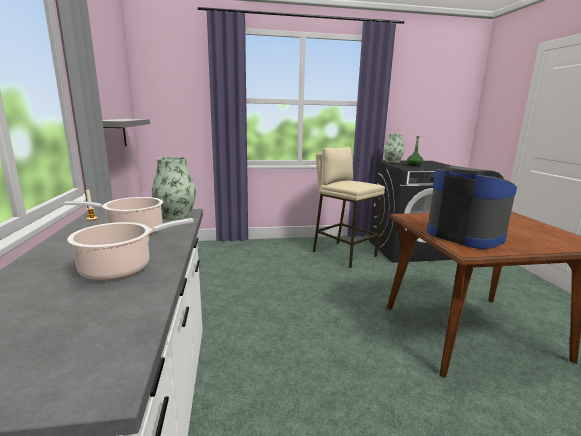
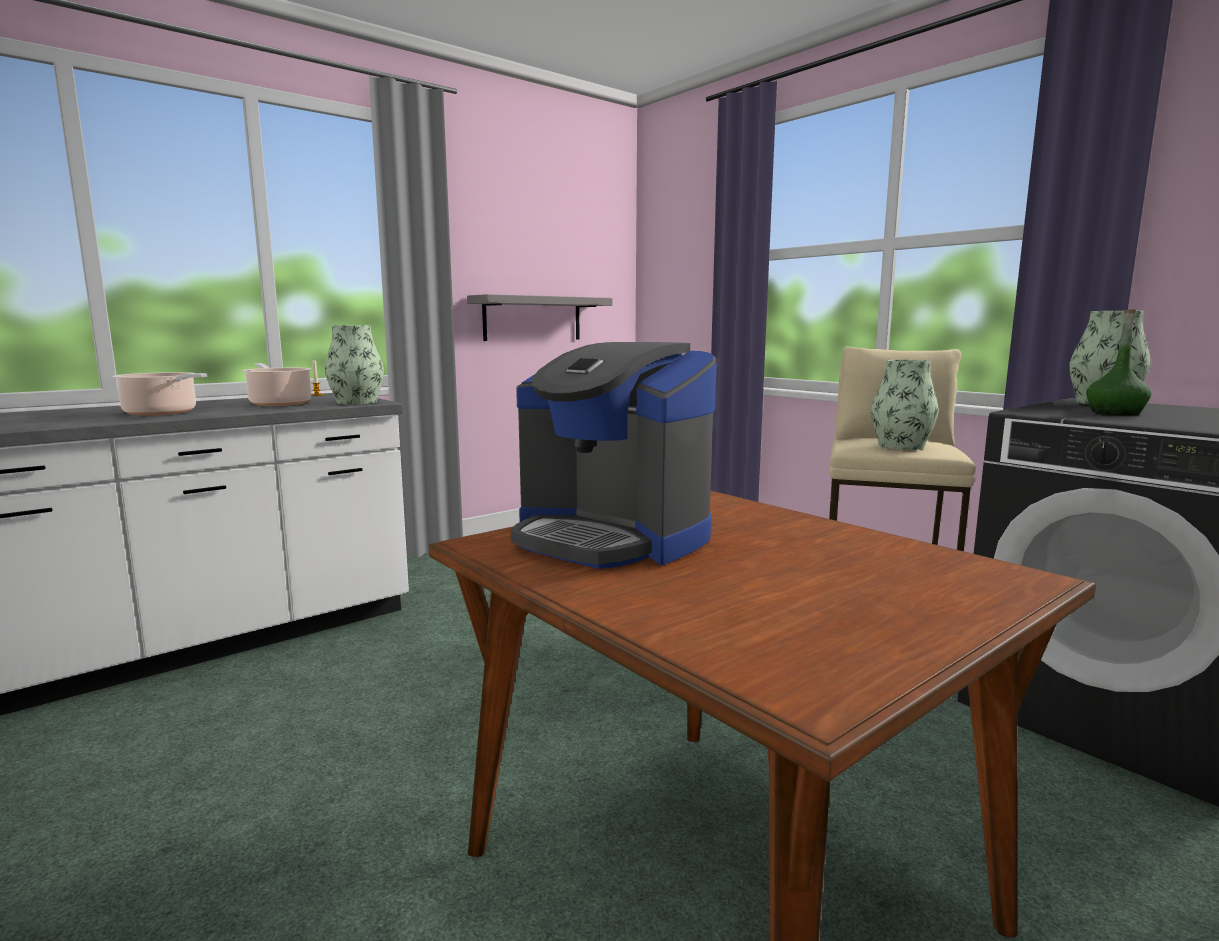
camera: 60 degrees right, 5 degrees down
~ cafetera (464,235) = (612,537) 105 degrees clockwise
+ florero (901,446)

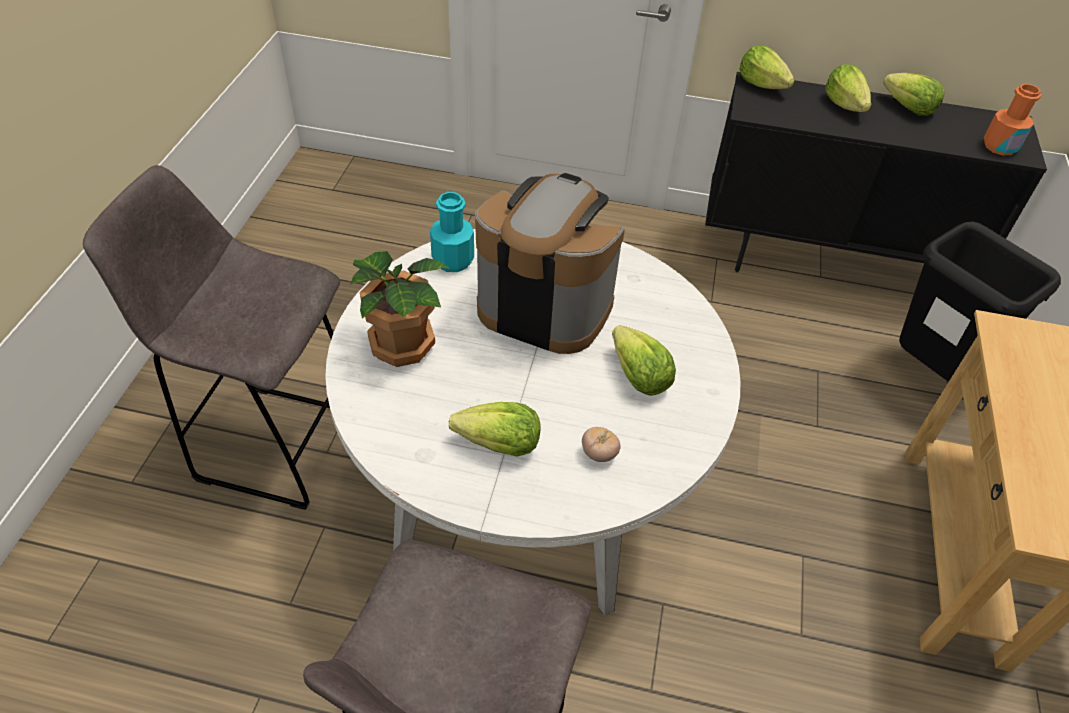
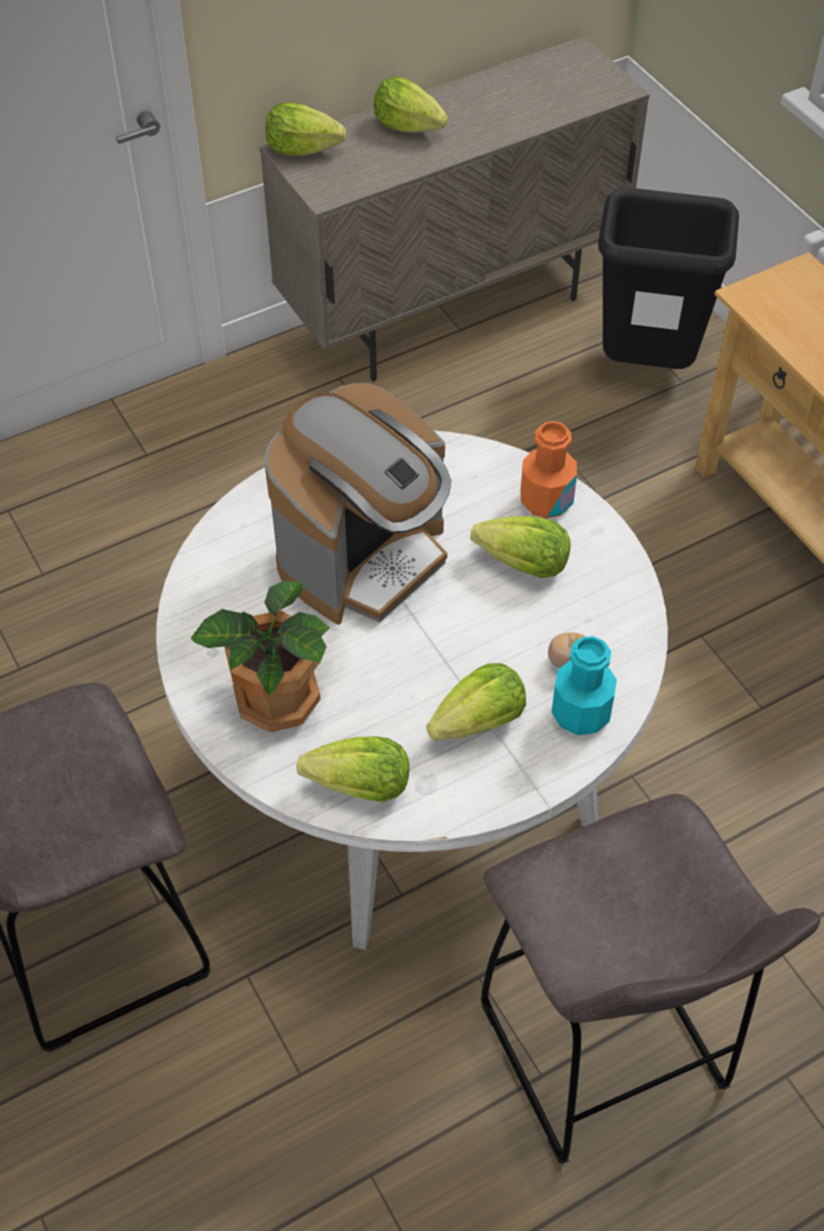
camera: 40 degrees left, 5 degrees up
~ armario (negro) (826,264) to armario (beis) (452,311)
~ cafetera (544,307) = (364,558) 150 degrees clockwise
~ lechuga (908,109) to (361,787)
~ botella (naranja) (999,146) to (546,500)
~ botella (turquesa) (453,260) to (580,713)

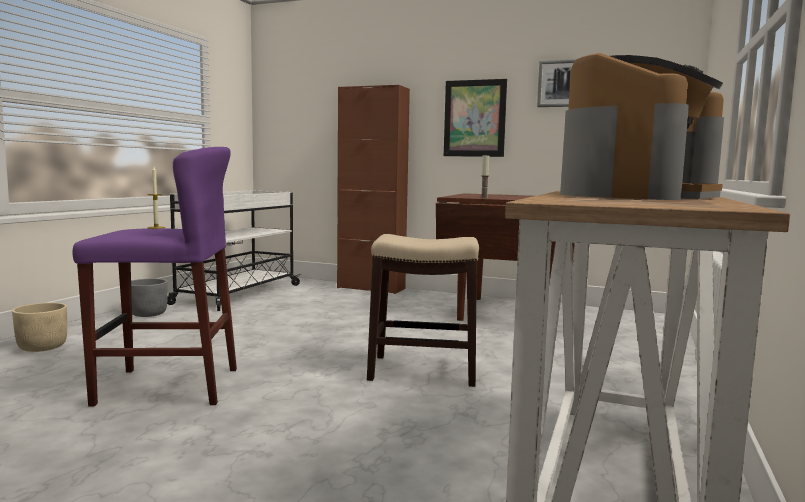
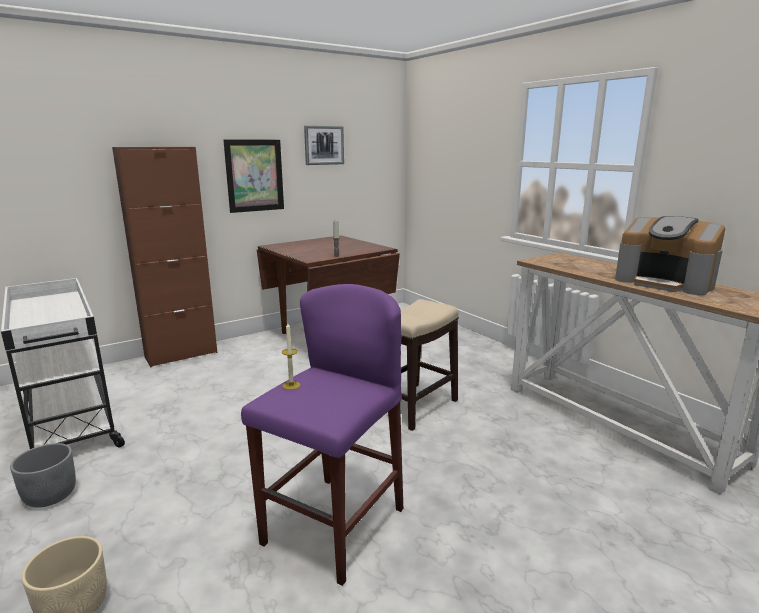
camera: 55 degrees left, 10 degrees up
~ cafetera (638,195) = (665,282) 150 degrees clockwise

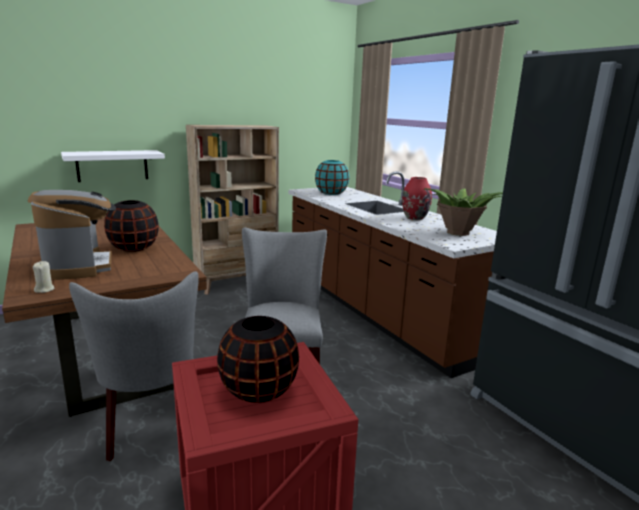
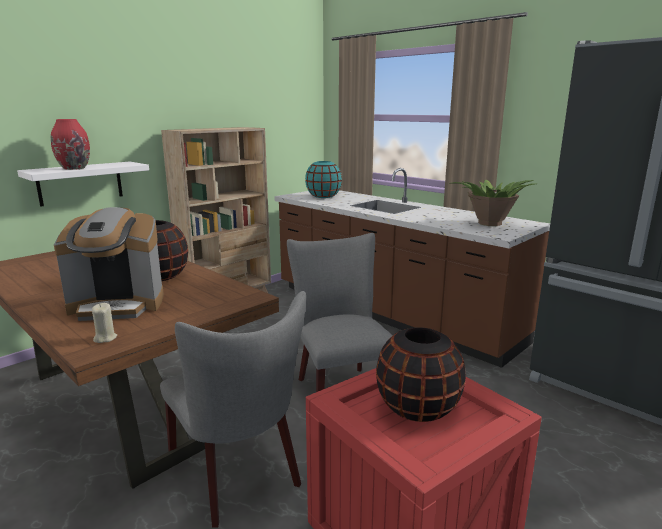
camera: 15 degrees left, 0 degrees up
~ florero (rojo) (414,218) to (74,168)
~ cafetera (80,266) = (118,305) 120 degrees clockwise

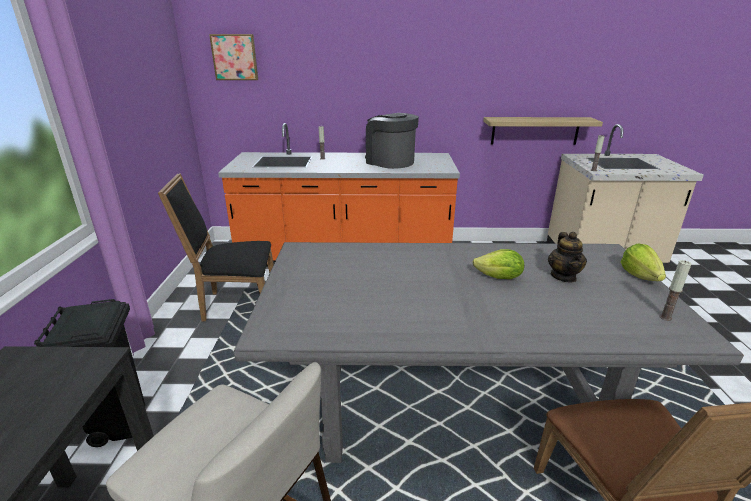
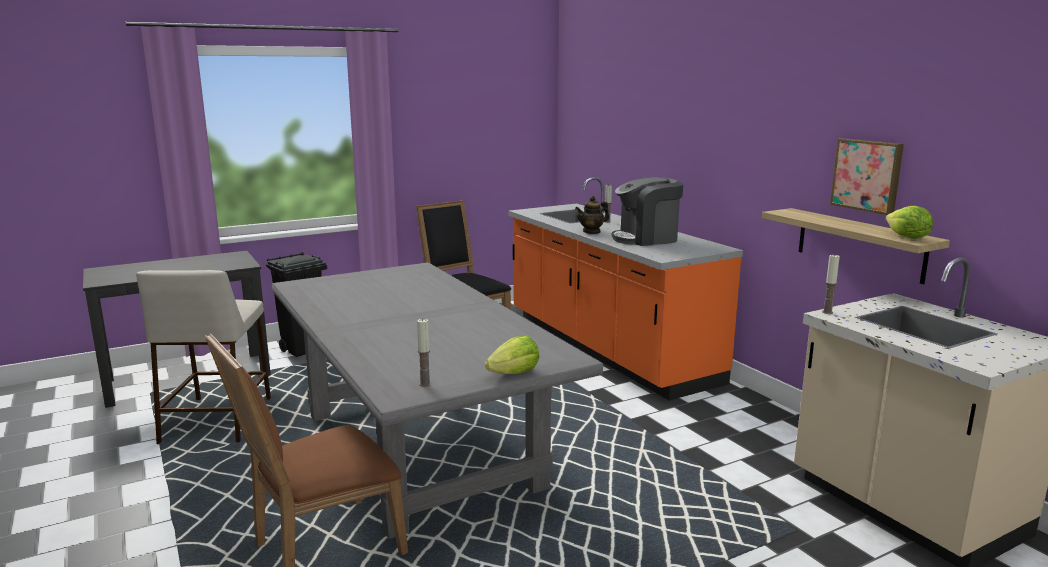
camera: 60 degrees right, 10 degrees down
~ tetera (563,276) to (592,232)
~ cafetera (390,162) = (646,239) 120 degrees counterclockwise
~ cuadro (235,57) to (867,175)
~ lechuga (499,278) to (907,238)

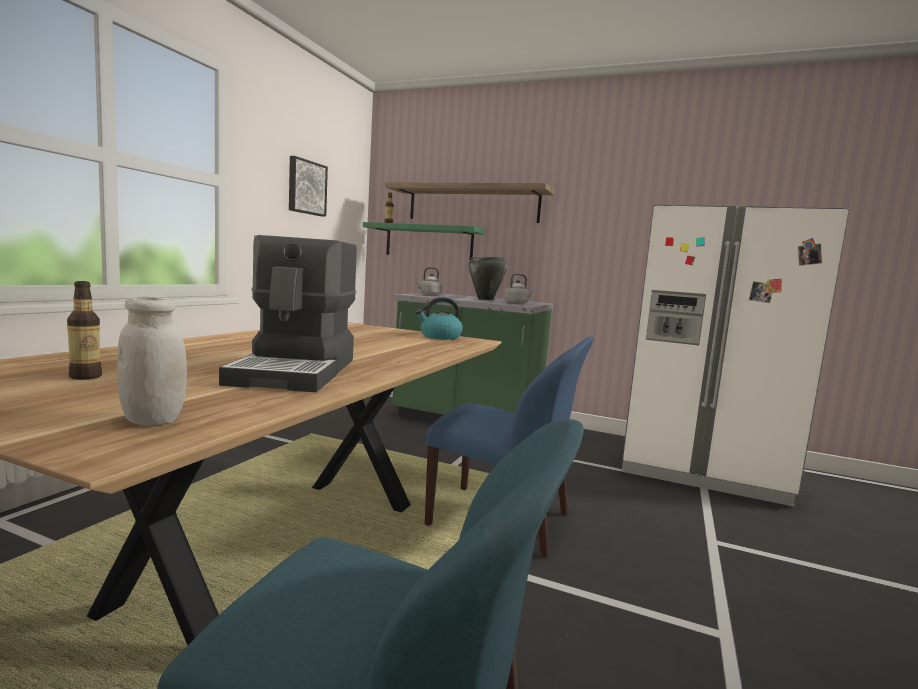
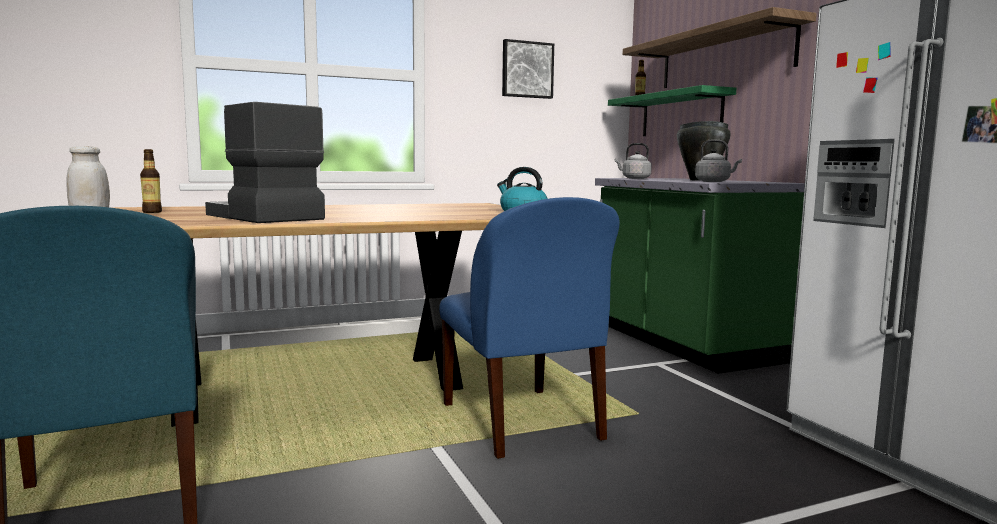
camera: 45 degrees right, 0 degrees up
~ cafetera (298,371) = (263,217) 90 degrees clockwise

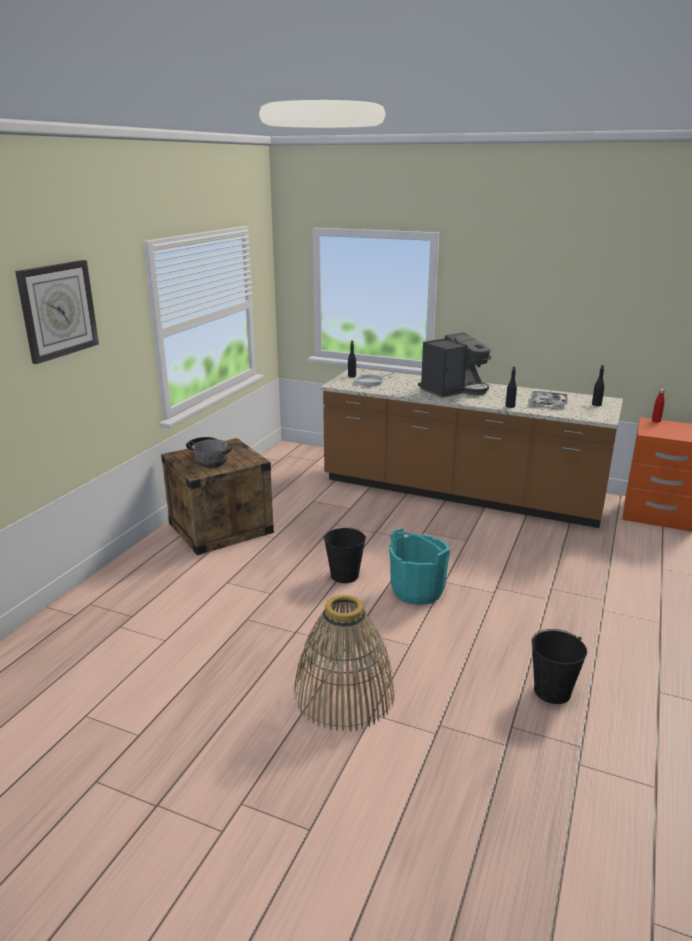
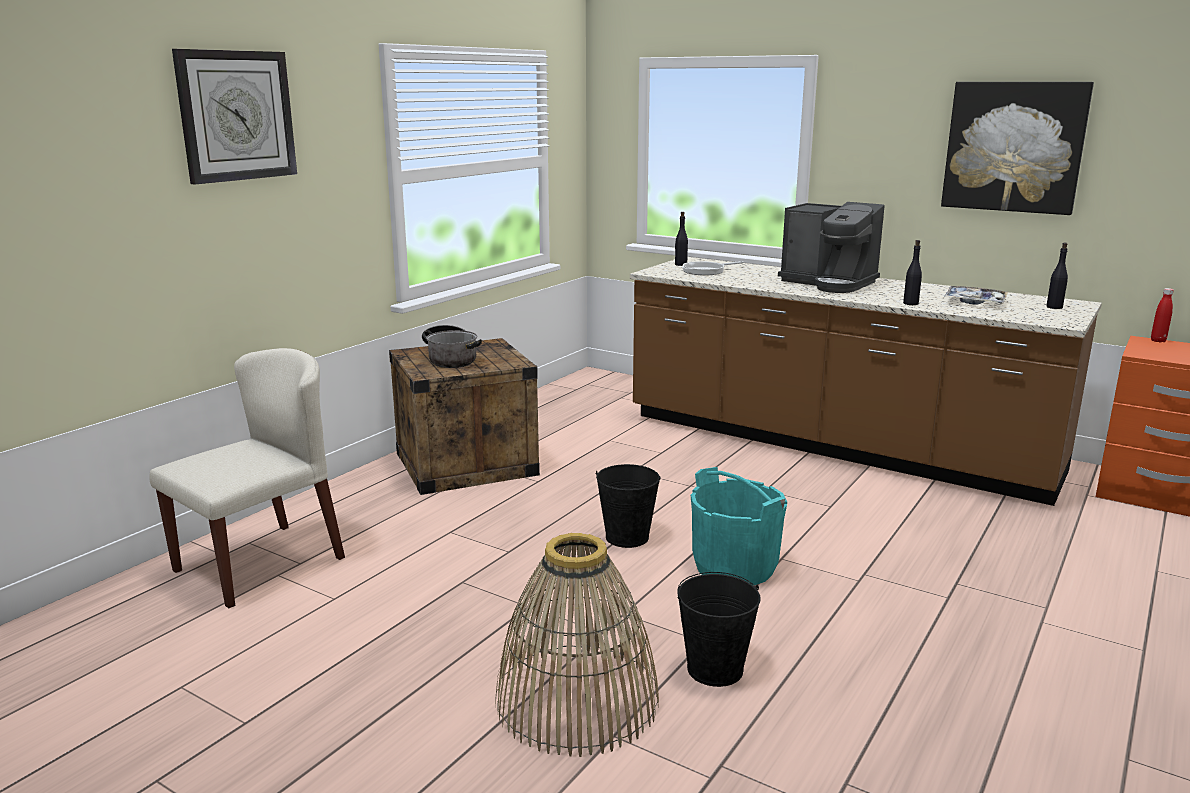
camera: 10 degrees right, 5 degrees down
+ silla (beis) (260,563)
~ cubo (negro) (552,691) to (715,669)
~ cafetera (454,389) = (829,283) 60 degrees clockwise
+ cuadro (1014,147)

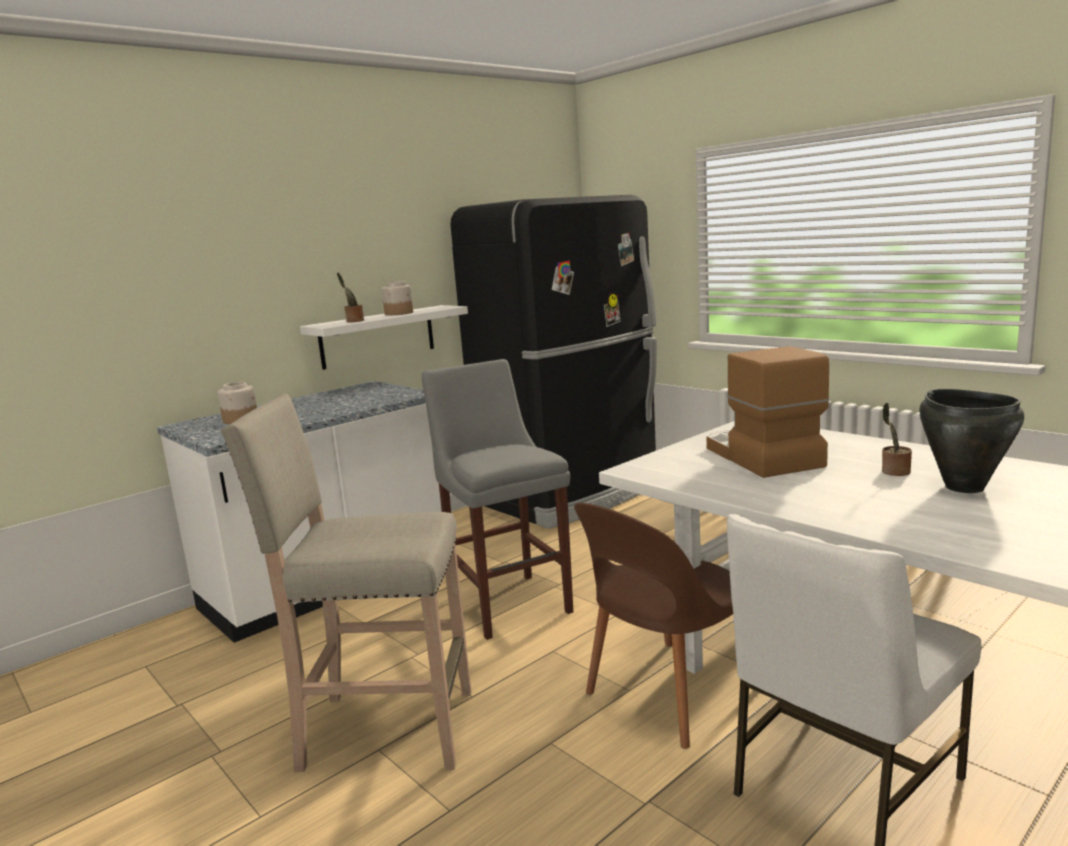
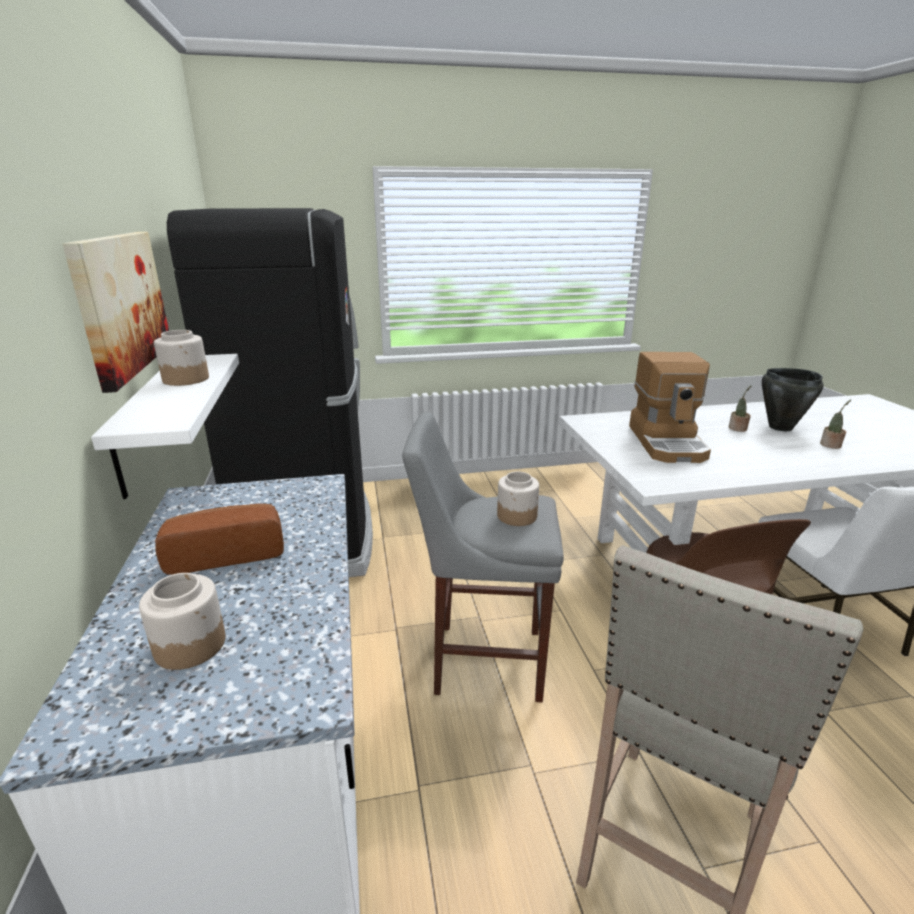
camera: 60 degrees left, 10 degrees up
+ cuadro (121,303)
+ pan (227,553)
+ tarro (517,516)
~ cafetera (760,457) = (668,443) 105 degrees counterclockwise
~ planta en maceta (353,321) to (831,445)

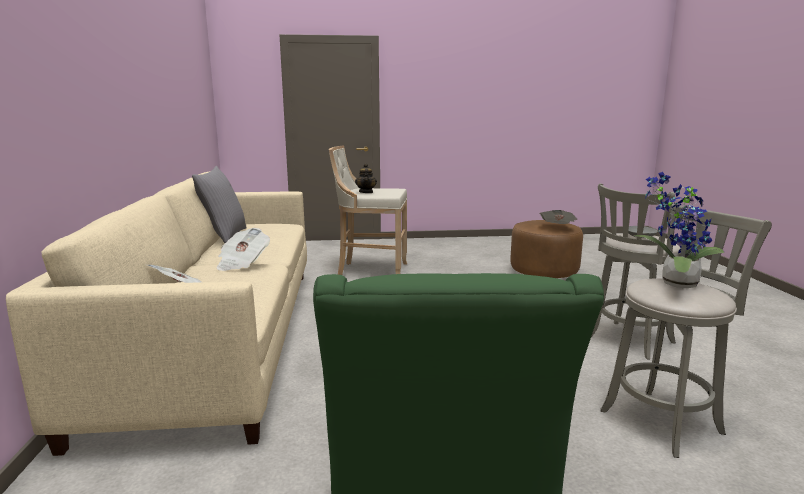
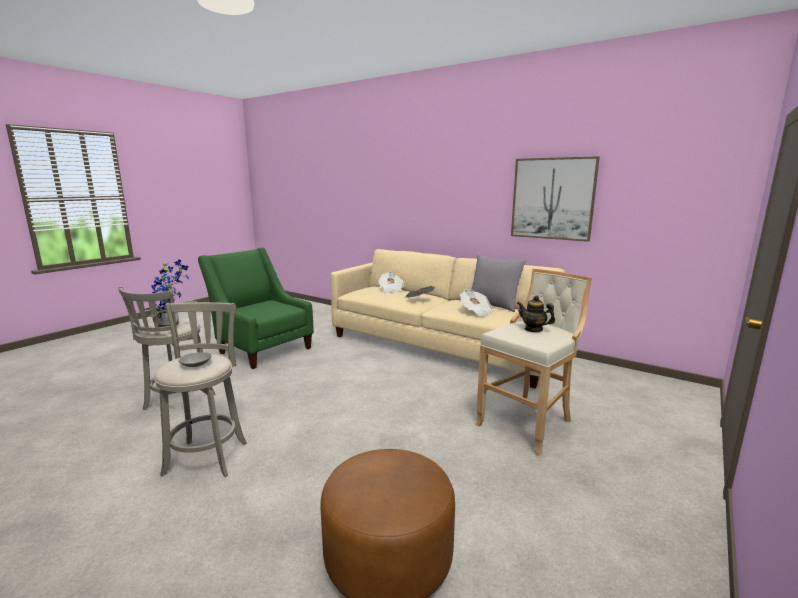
camera: 130 degrees right, 0 degrees up
~ periódico (557,227) to (475,311)
+ cuadro (552,199)

